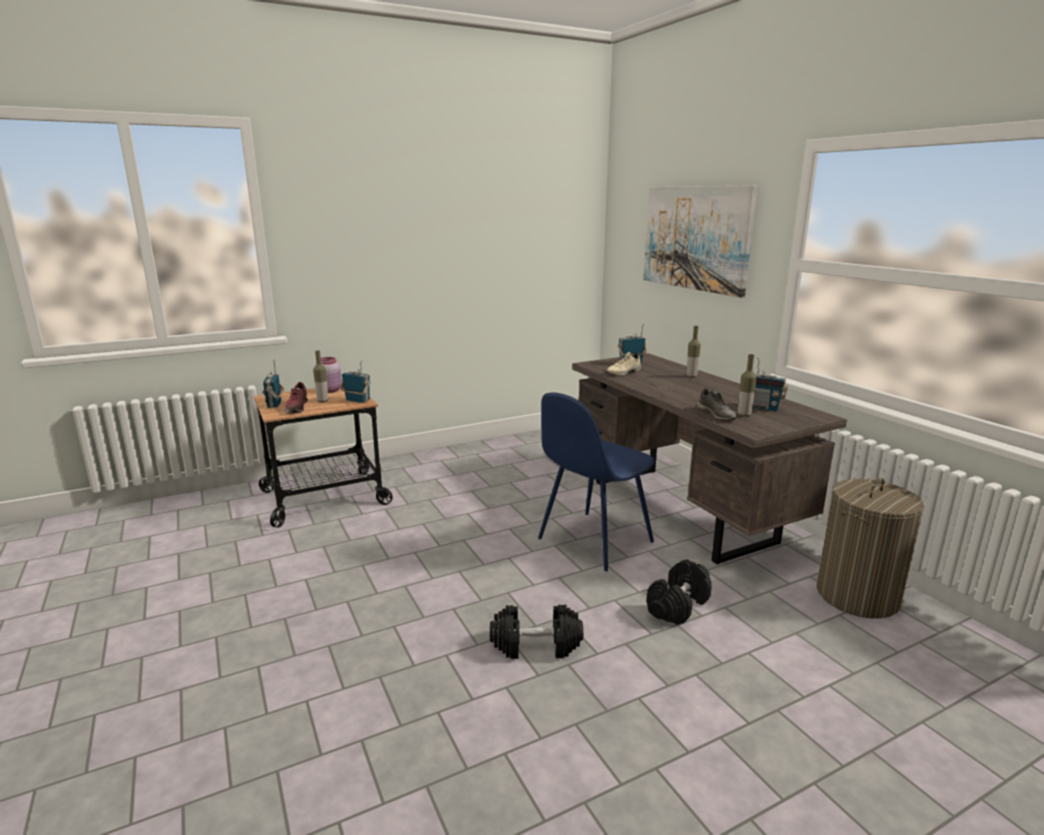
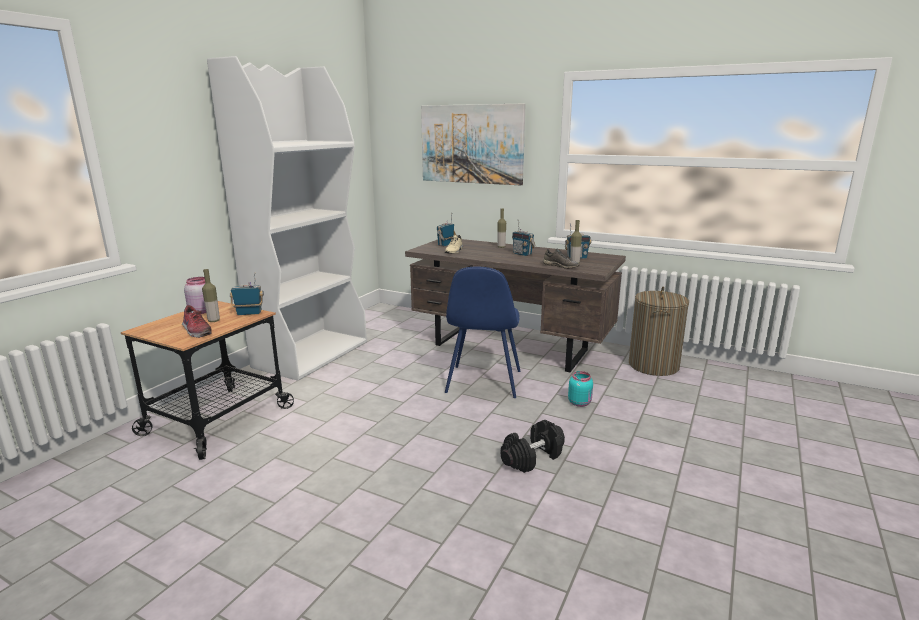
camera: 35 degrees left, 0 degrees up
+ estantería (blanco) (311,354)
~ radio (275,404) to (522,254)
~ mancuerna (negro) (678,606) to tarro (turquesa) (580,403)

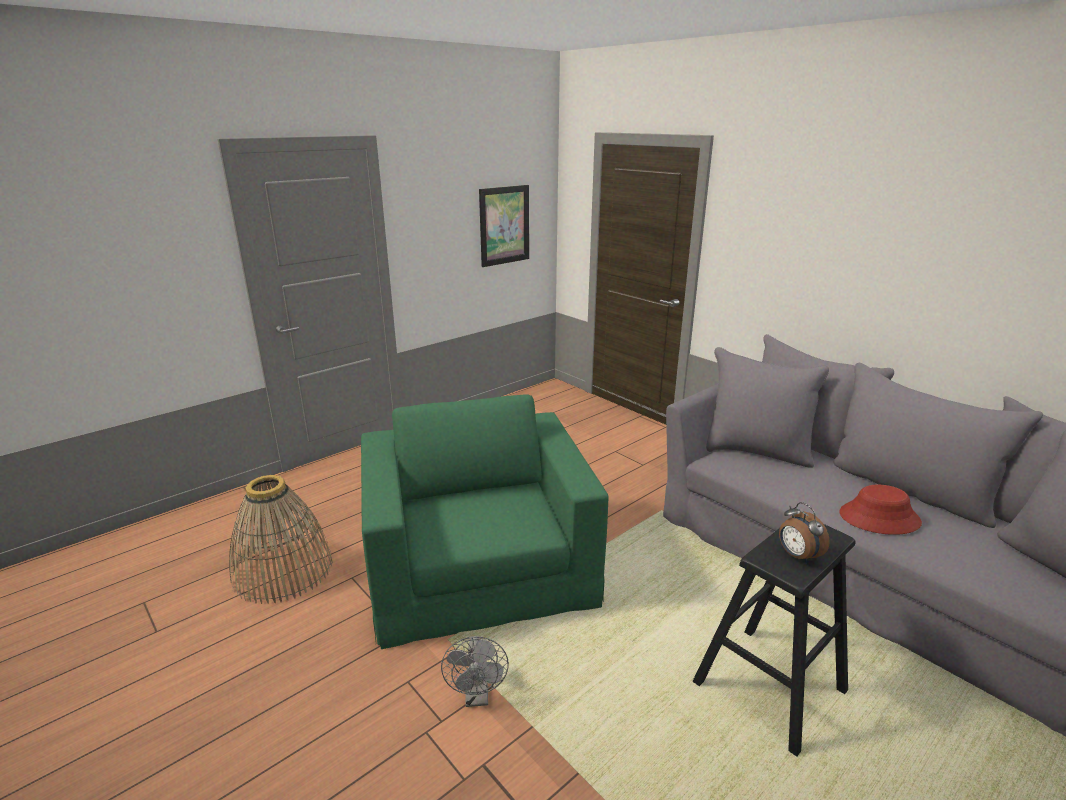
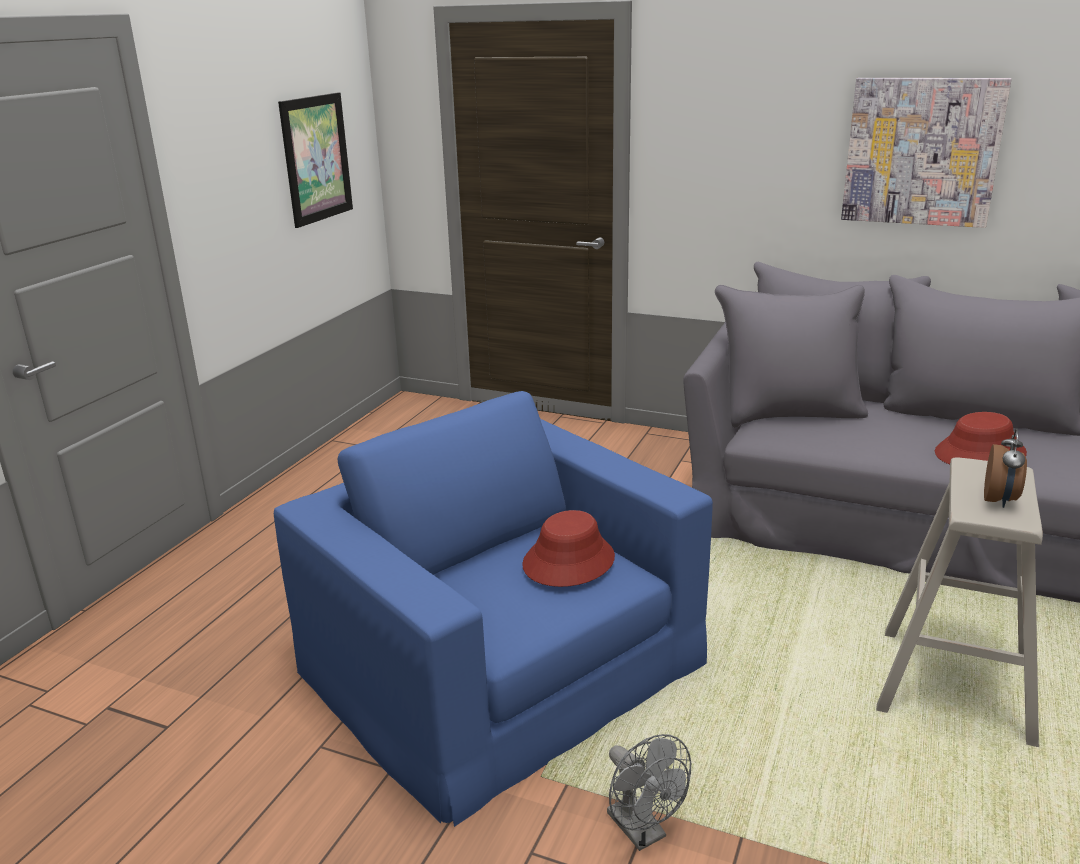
camera: 25 degrees left, 0 degrees up
~ sillón (verde) (479,564) to sillón (azul) (501,665)
+ sombrero (rojo) (568,561)
+ cuadro (921,152)
~ taburete (negro) (769,686) to taburete (beis) (954,684)
~ despertador (797,556) = (1000,500) 105 degrees counterclockwise
- cesta (283,570)

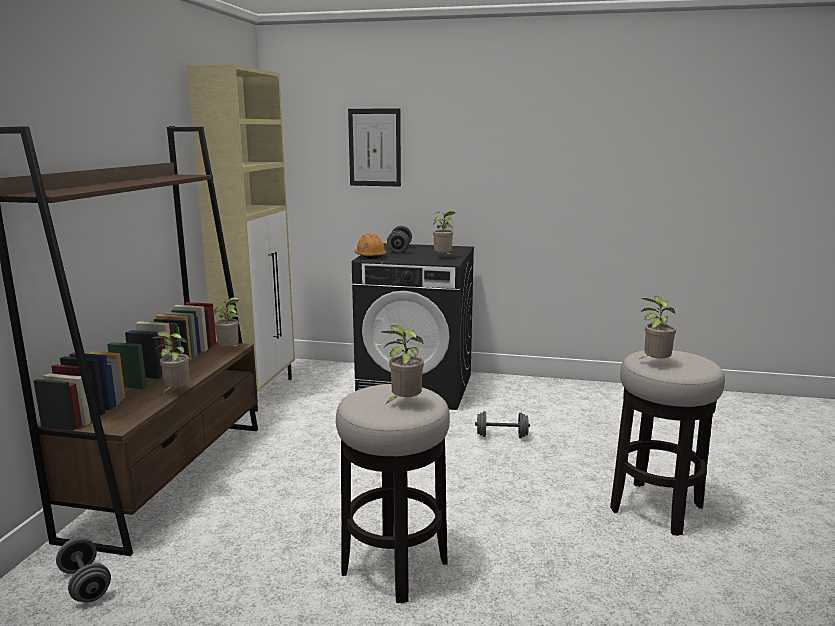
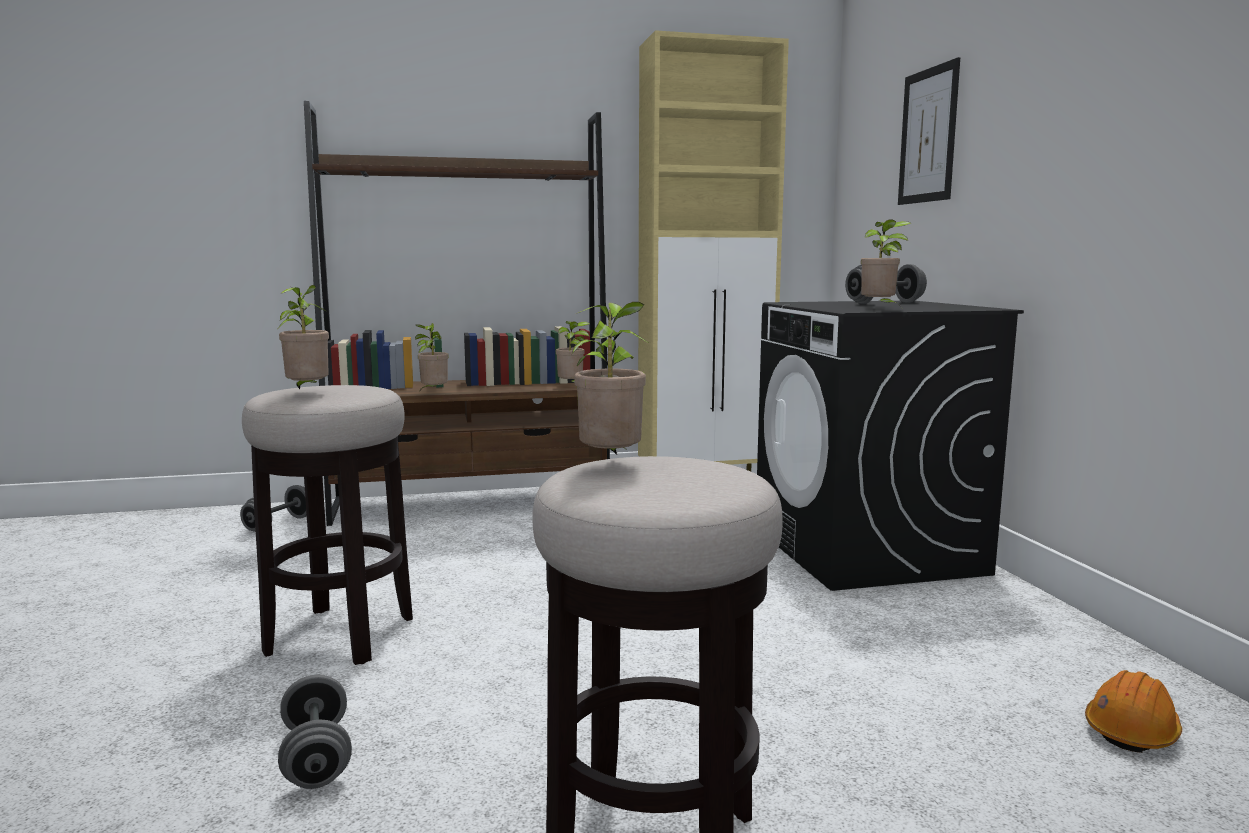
camera: 65 degrees right, 5 degrees down
~ mancuerna (gris) (502,436) to (316,757)
~ casco (naranja) (370,256) to (1132,731)

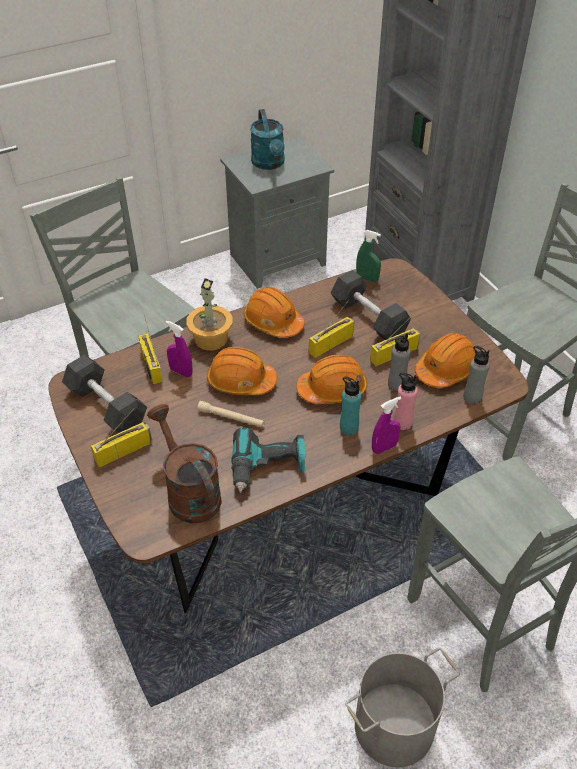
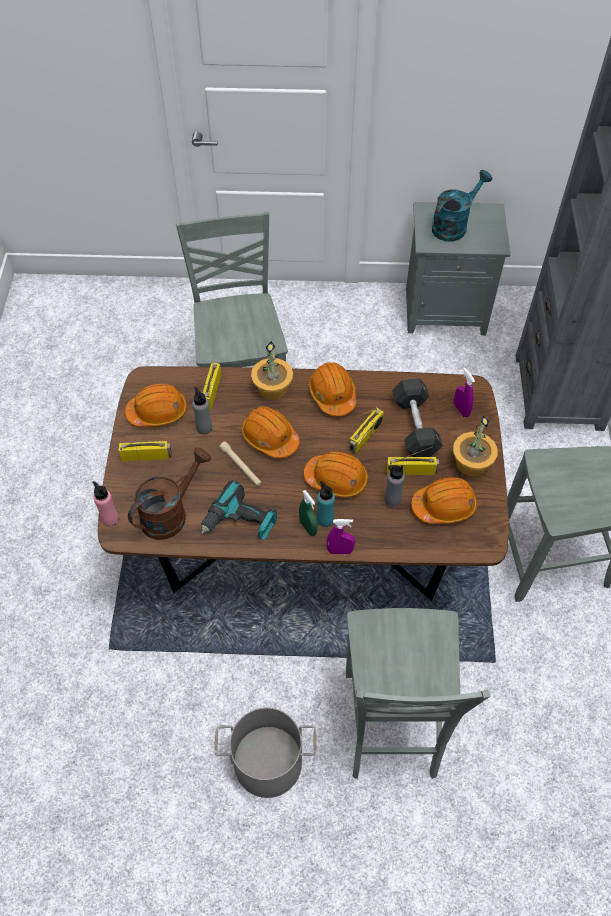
camera: 30 degrees right, 10 degrees up
~ botella (rosa) (402,423) to (110,519)
~ mancuerna (gris) (106,406) to casco (naranja) (158,412)
~ regadera (marrón) (189,492) = (170,513) 45 degrees clockwise
~ botella (gris) (472,397) to (204,428)
~ pulverizador (verde) (367,278) to (308,527)
~ radio (331,343) = (365,436) 135 degrees clockwise
~ regadera (turquesa) (269,164) = (453,225) 150 degrees counterclockwise
+ planta en maceta (471,463)
~ pulverizador (morado) (181,372) to (461,410)

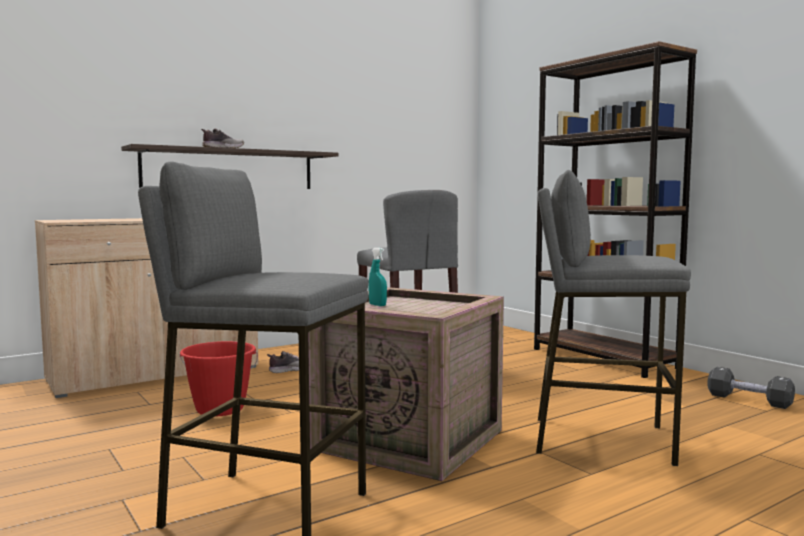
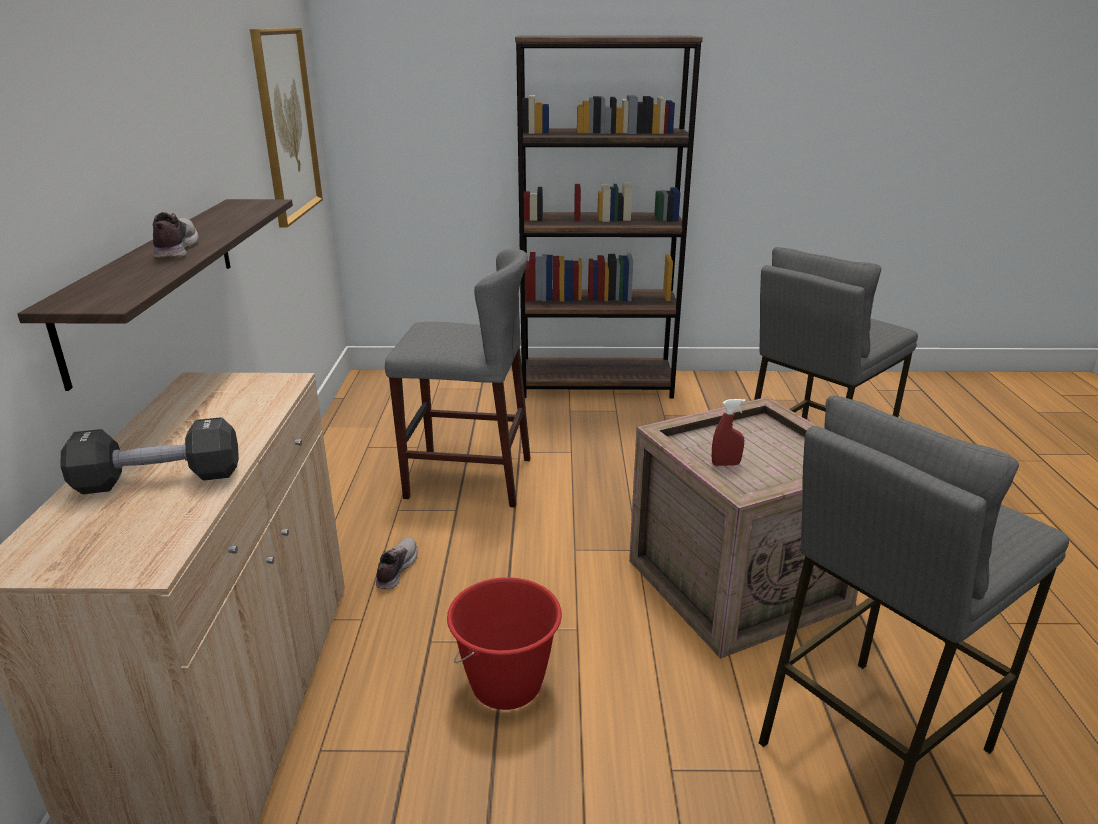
camera: 55 degrees left, 20 degrees up
~ mancuerna (negro) (749,400) to (159,480)
+ cuadro (286,125)
~ pulverizador (turquesa) (377,305) to pulverizador (rojo) (725,464)

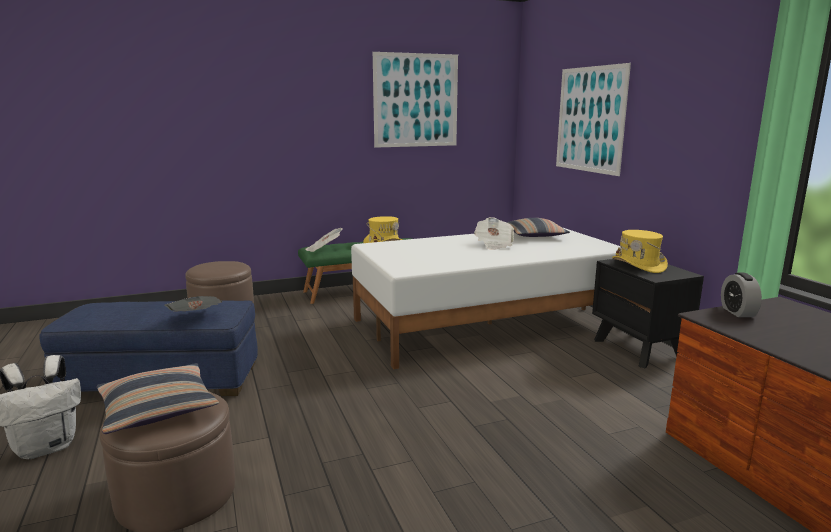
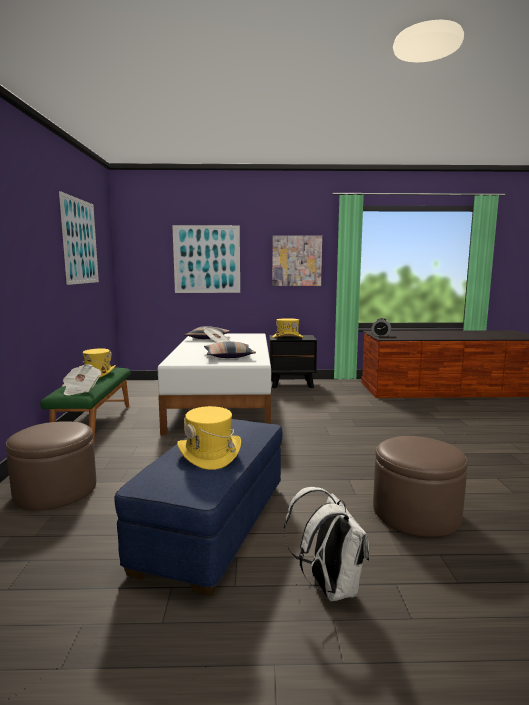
camera: 70 degrees left, 5 degrees down
+ sombrero (amarillo) (210,454)
~ cojín (157,409) to (228,356)
+ cuadro (296,261)
- periódico (196,318)

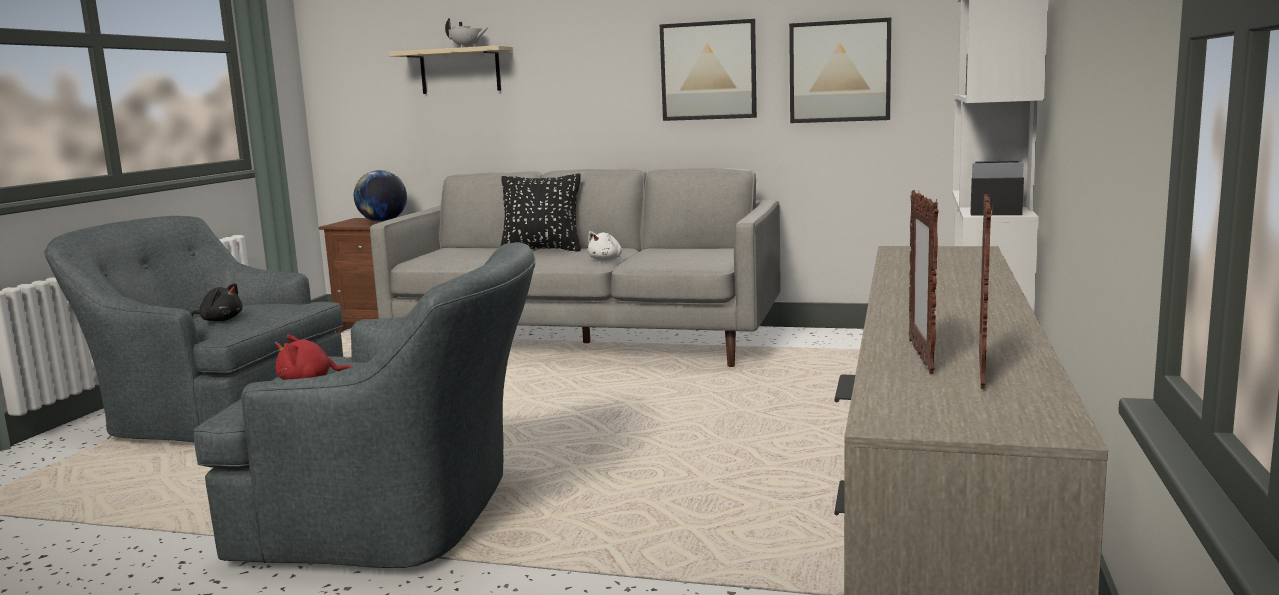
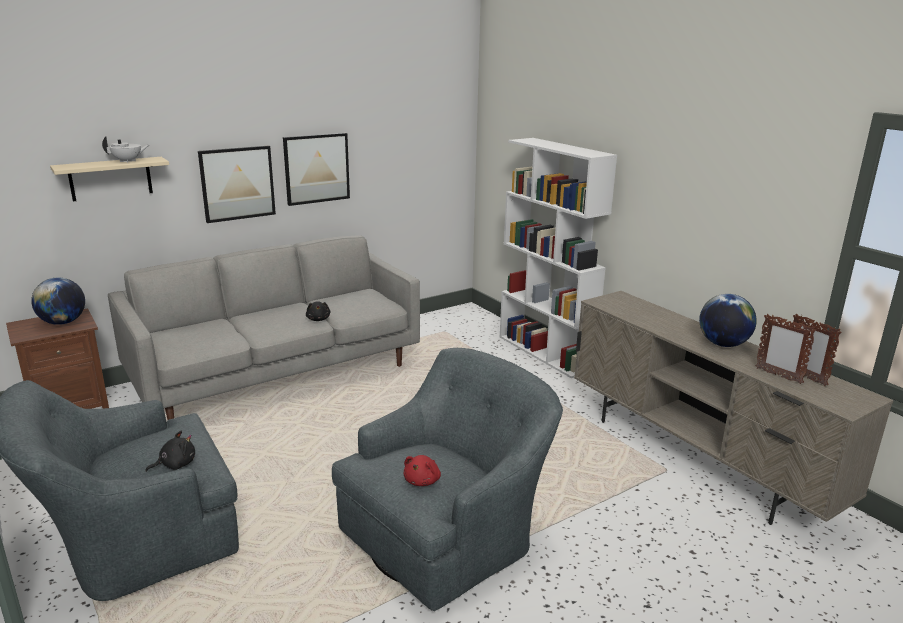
camera: 50 degrees left, 10 degrees up
~ cuadro (839,71) to (237,183)
~ peluche (blanco) (606,260) to peluche (negro) (318,319)
+ globo terráqueo (723,344)
- cojín (negro) (542,250)

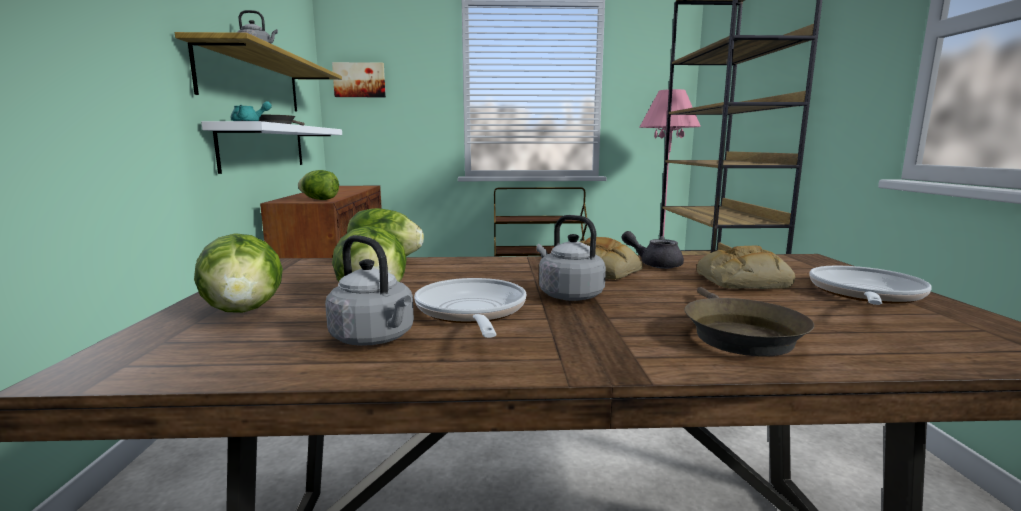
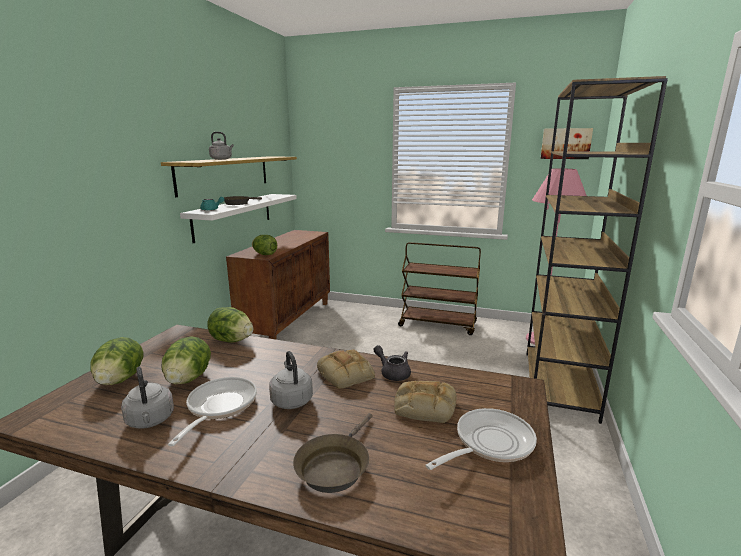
camera: 20 degrees right, 5 degrees up
~ cuadro (359,80) to (565,143)

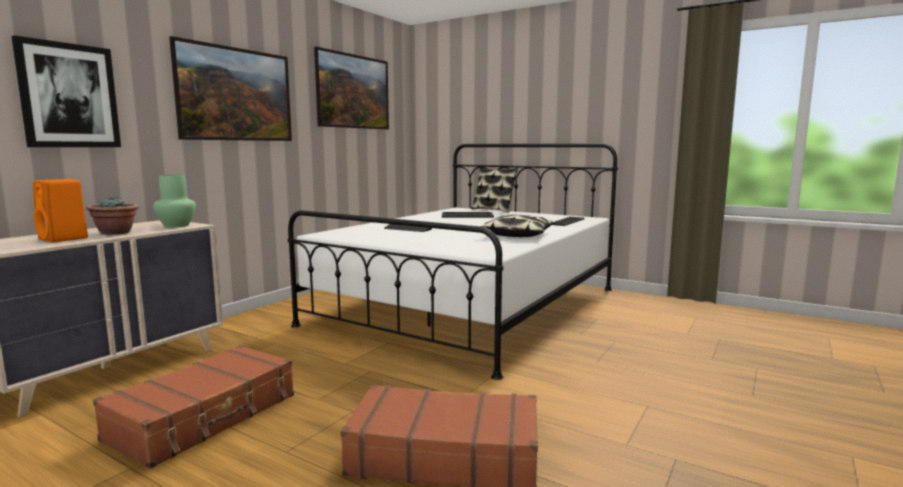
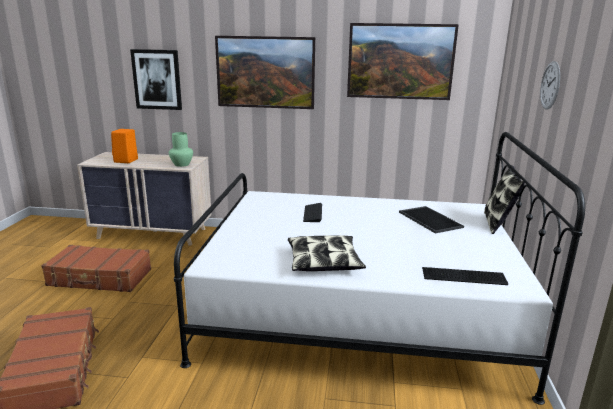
camera: 65 degrees right, 10 degrees up
+ reloj de pared (550,85)
- planta en maceta (116,233)

